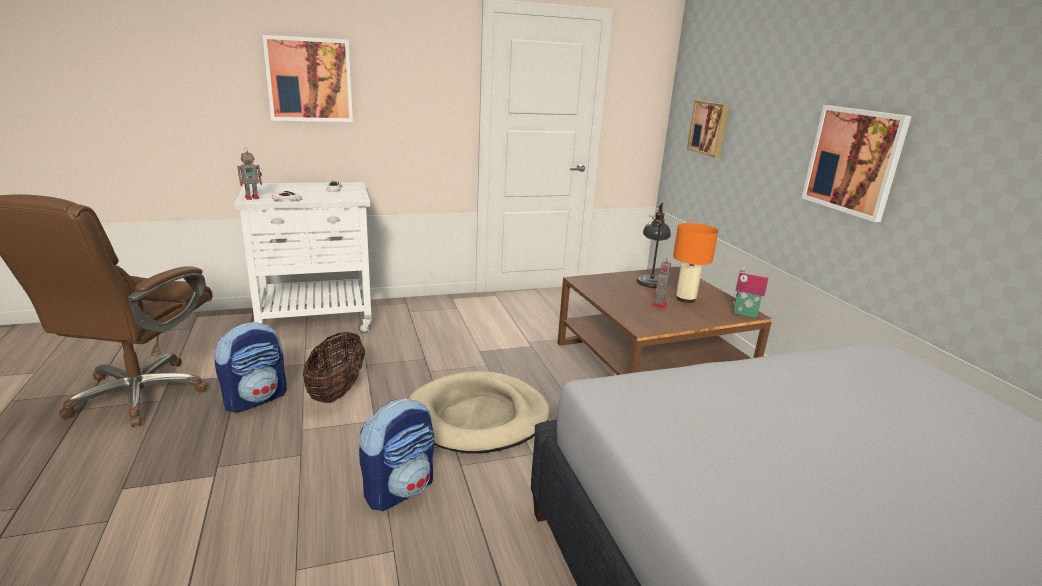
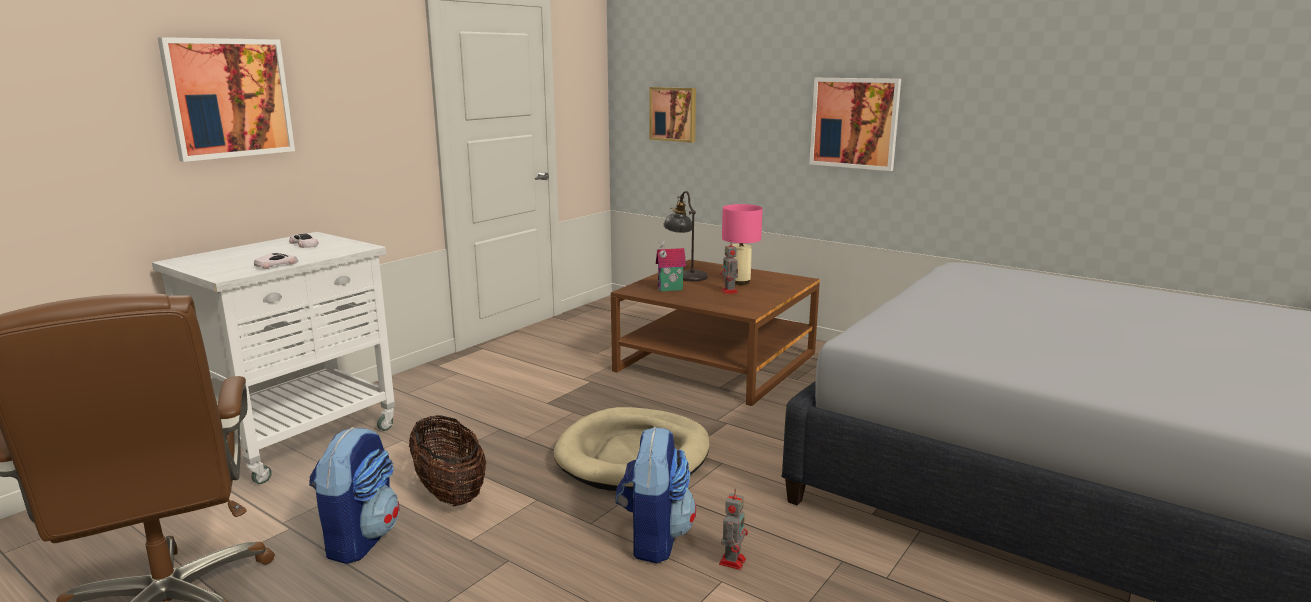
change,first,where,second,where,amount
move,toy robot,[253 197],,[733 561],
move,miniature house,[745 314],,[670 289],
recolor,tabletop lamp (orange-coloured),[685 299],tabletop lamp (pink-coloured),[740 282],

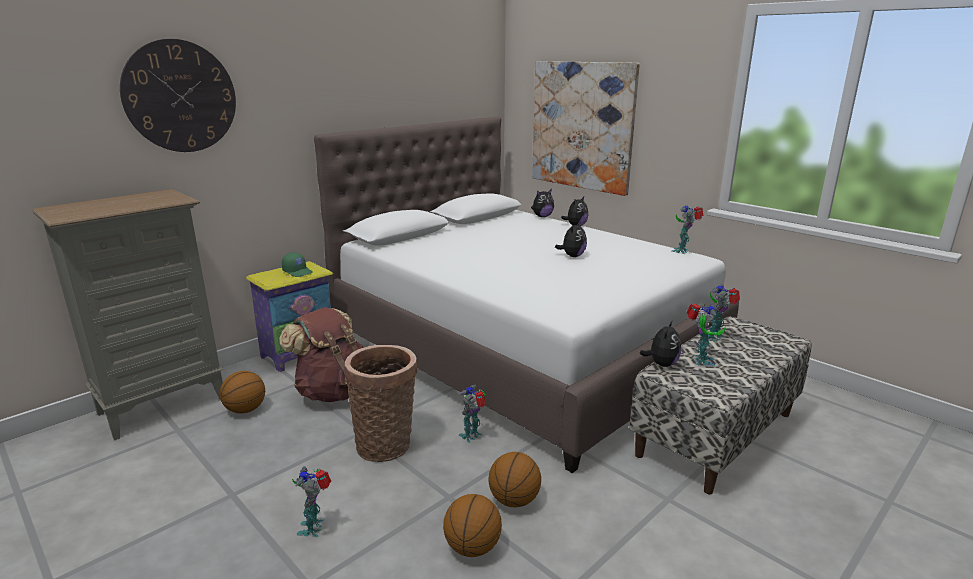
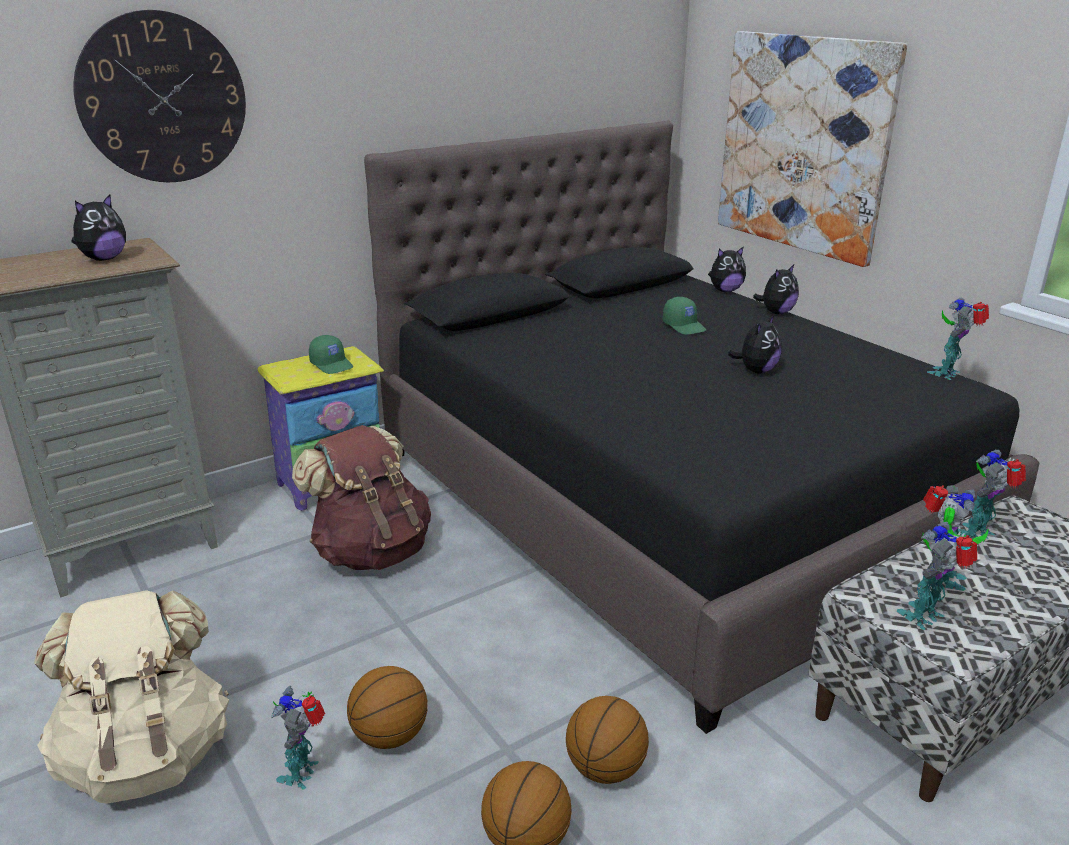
change,first,where,second,where,amount
delete,storage basket,[386 443],,,
insert,,,knapsack (sand-coloured),[148 756],
insert,,,peaked cap (green-coloured),[684 326],
move,ball for basketball,[245 410],,[389 736],
move,toy robot,[472 436],,[925 616],
move,cuddly toy,[661 364],,[103 259],
recolor,sleeping bed (whitish),[521 347],sleeping bed (blackish),[667 501],

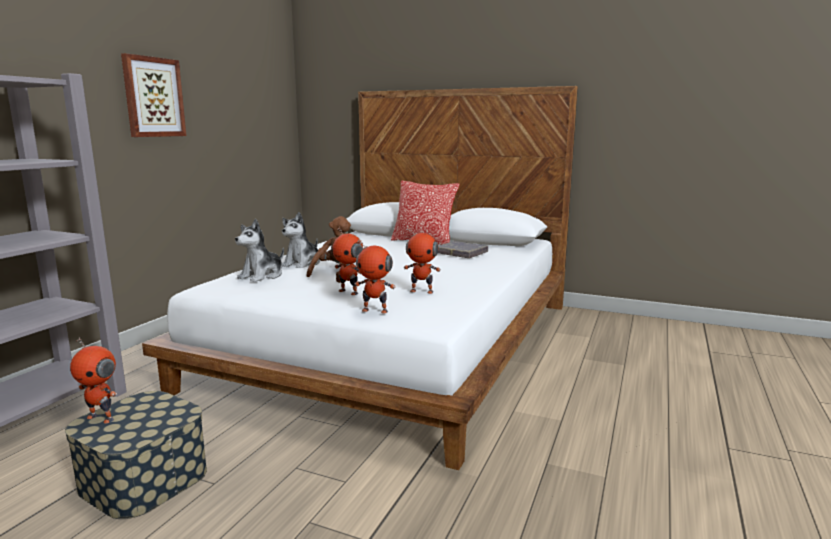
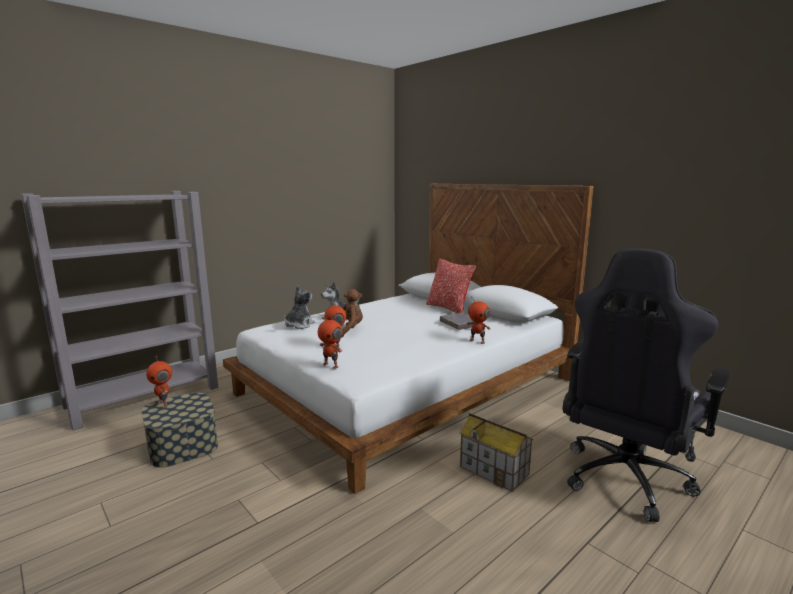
change,first,where,second,where,amount
delete,wall art,[153 97],,,
insert,,,miniature house,[494 470],
insert,,,desk chair (blackish),[626 475],
move,toy robot,[422 291],,[477 341],
rotate,cuddly toy,[262 276],,[299 325],150 degrees clockwise

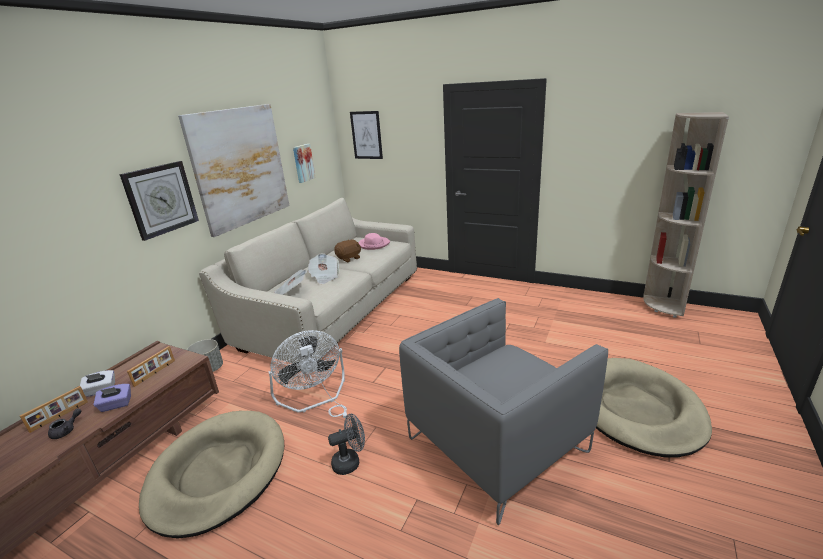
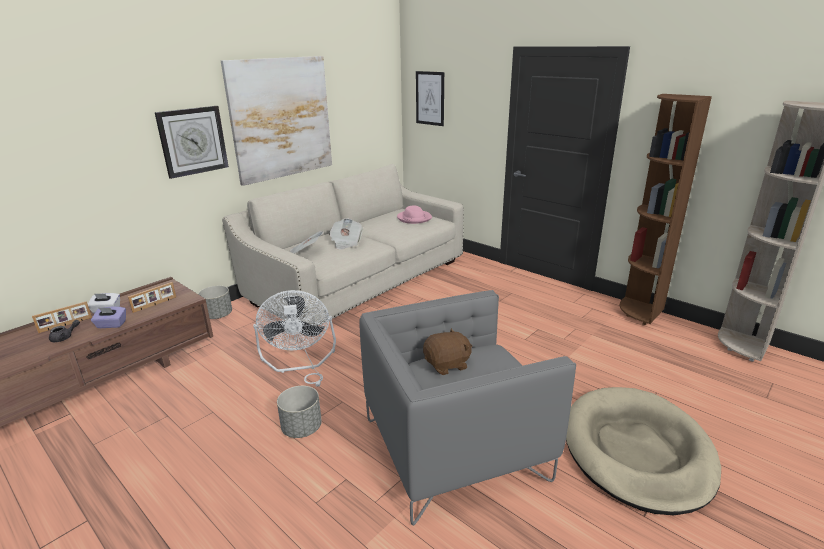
change,first,where,second,where,amount
delete,dog cushion (sand-coloured),[218 473],,,
delete,wall art,[303 163],,,
insert,,,shelving unit (brownish),[638 315],
move,cuddly toy (brownish),[349 258],,[447 365],
replace,cooling fan (greyish),[350 462],planter (greyish),[301 428],

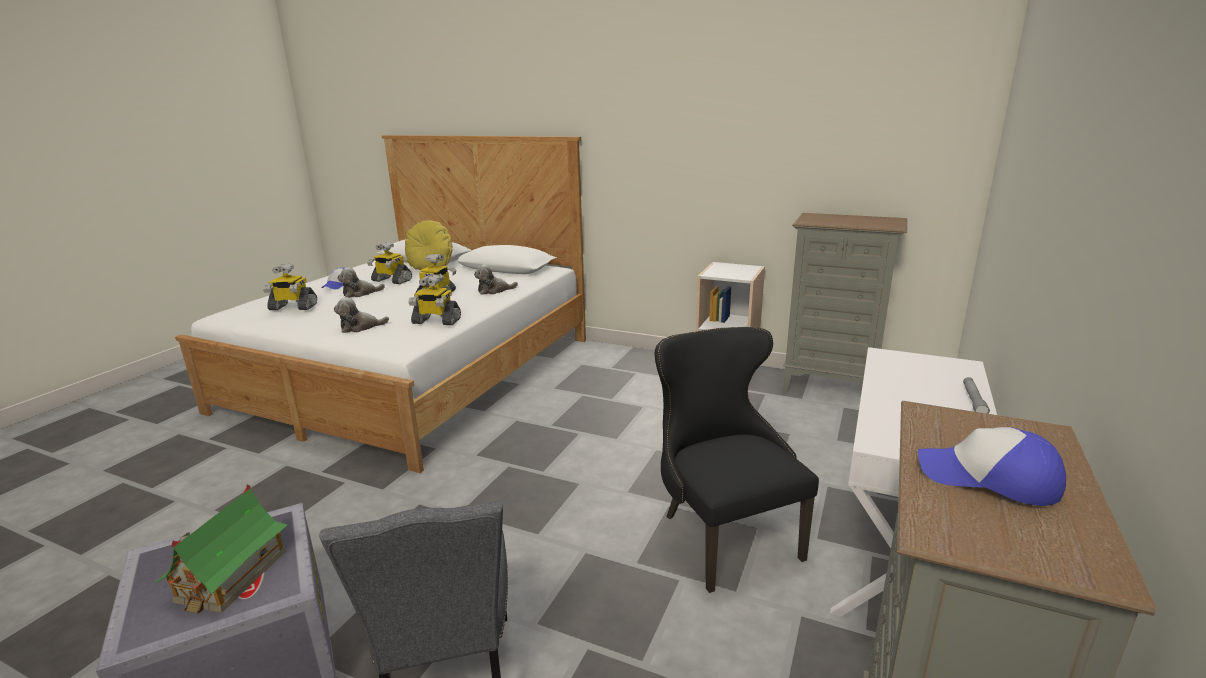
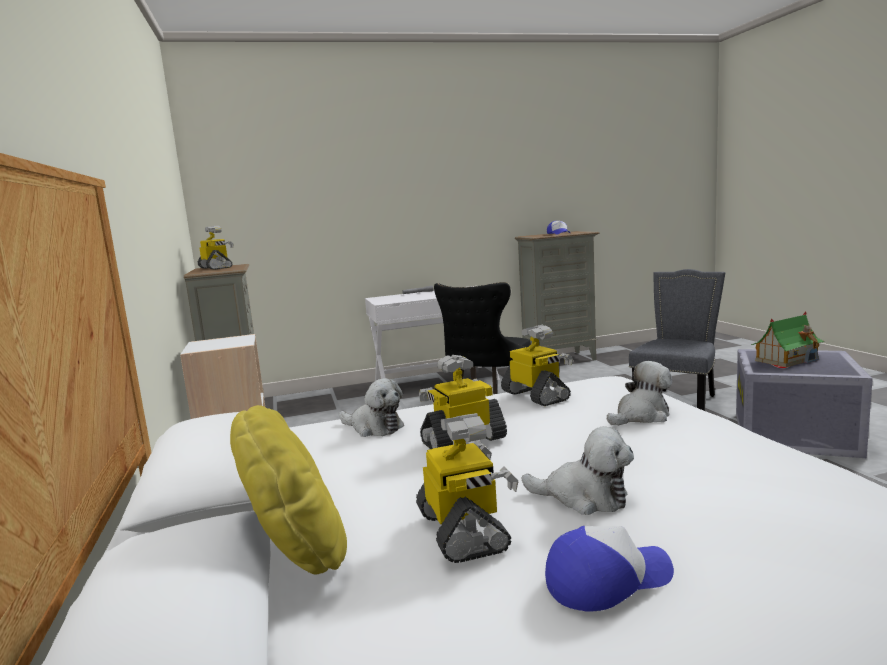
change,first,where,second,where,amount
move,toy robot,[292 307],,[216 268],
rotate,cuddly toy,[360 327],,[641 416],60 degrees counterclockwise

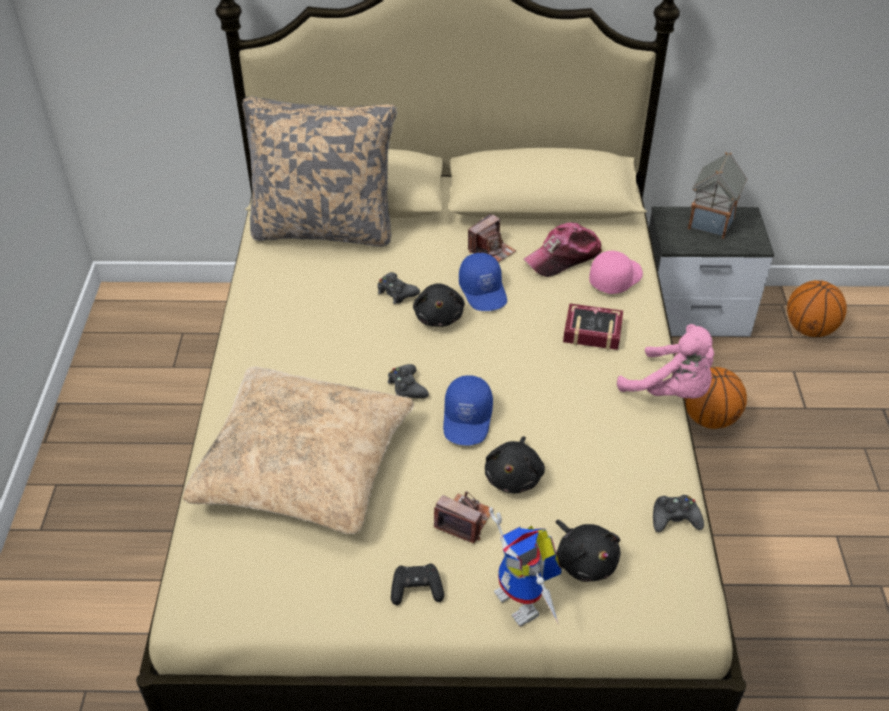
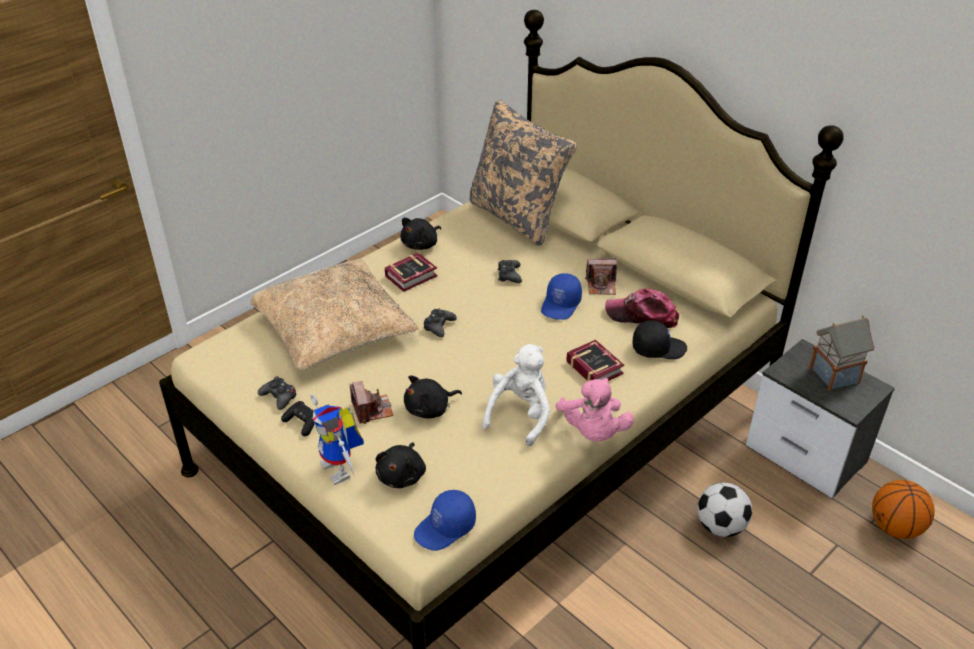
change,first,where,second,where,amount
insert,,,book,[413 276],
insert,,,cuddly toy (whitish),[520 415],
move,cuddly toy (blackish),[439 316],,[421 244],
move,peaked cap (bluish),[468 419],,[445 528],
move,game controller (blackish),[675 518],,[279 397],
replace,ball for basketball,[709 418],ball for football,[720 526],
recolor,peaked cap (pink-coloured),[615 278],peaked cap (blackish),[658 348],
rotate,toy robot,[525 603],,[342 470],45 degrees counterclockwise

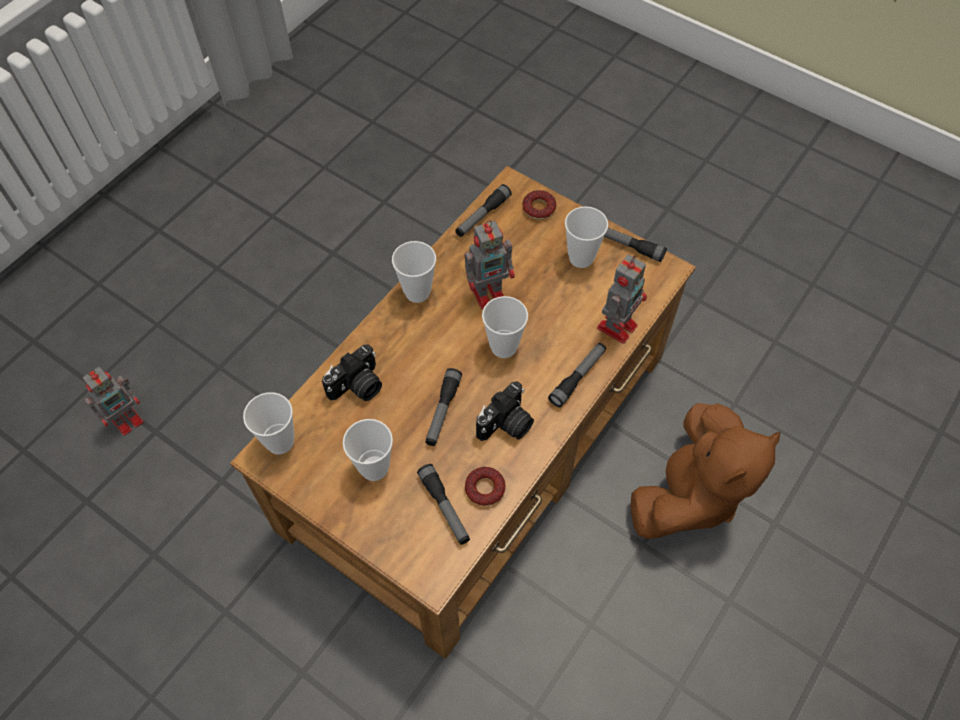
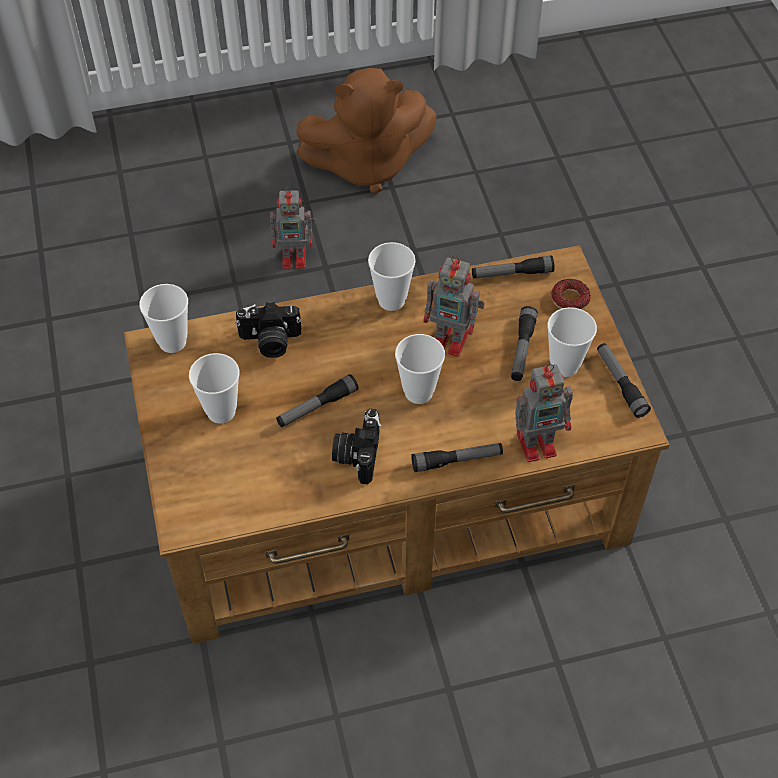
change,first,where,second,where,amount
delete,doughnut,[485 488],,,
move,toy robot,[128 418],,[296 258],
move,torch,[444 507],,[522 349],
move,cuddly toy (brownish),[689 494],,[366 165],
rotate,photo camera,[506 425],,[357 455],105 degrees clockwise

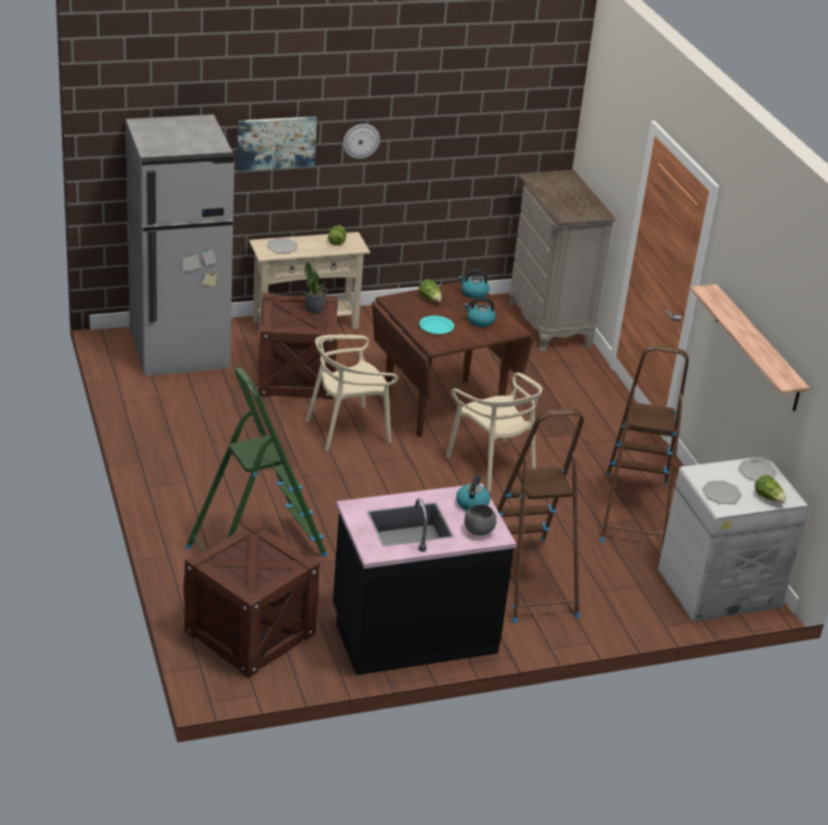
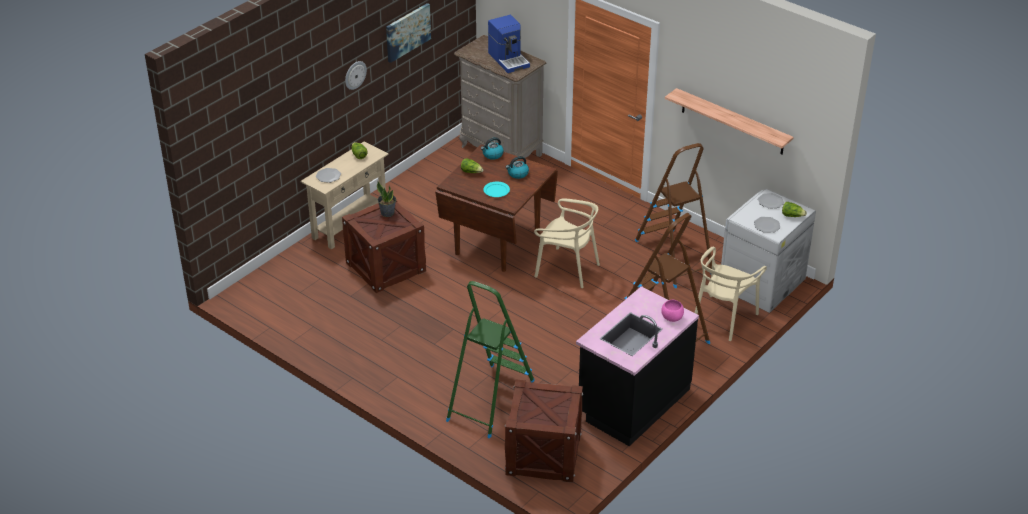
change,first,where,second,where,amount
delete,kitchen fridge (greyish),[180 347],,,
delete,tea kettle,[472 503],,,
insert,,,coffee maker,[509 59],
move,wall art,[276 142],,[407 32],
move,upright chair (sand-coloured),[348 429],,[723 318],
recolor,deep dish (greyish),[479 531],deep dish (pink-coloured),[672 318],

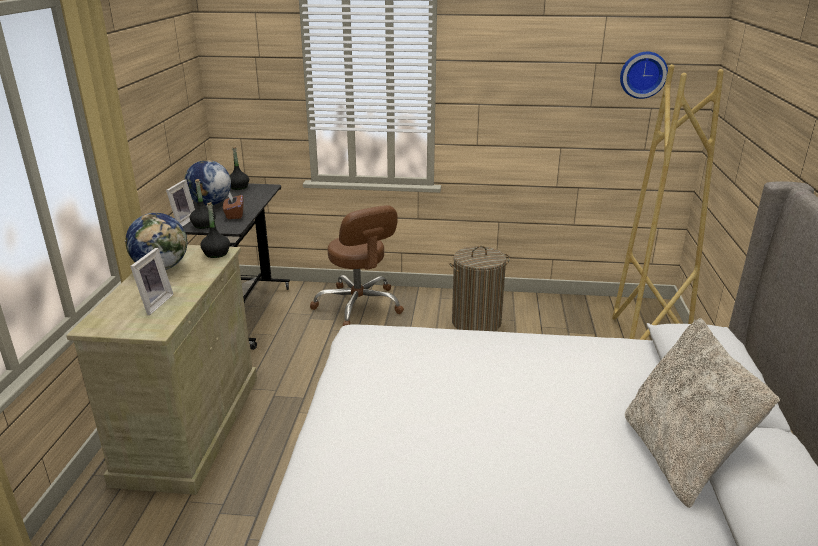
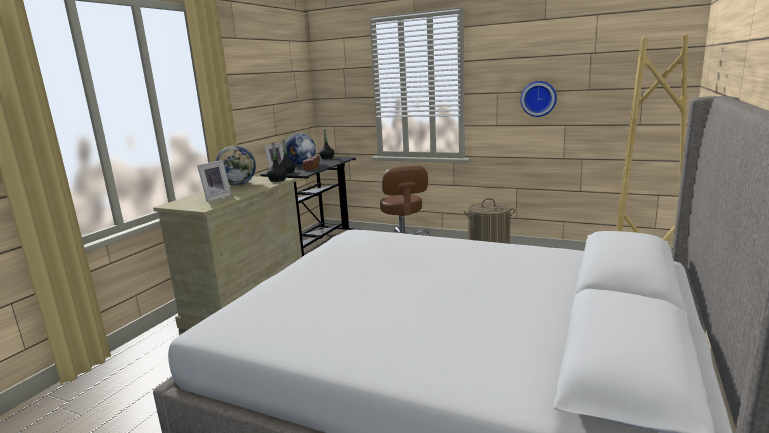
change,first,where,second,where,amount
delete,cushion (sand-coloured),[679 455],,,
move,clock on the wall,[642 74],,[538 98],

